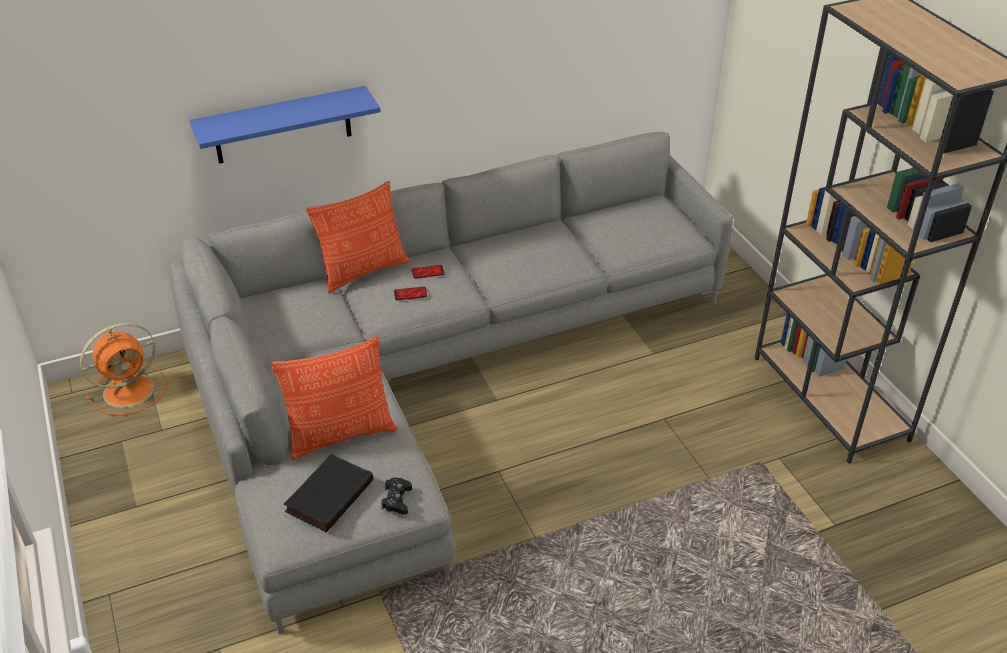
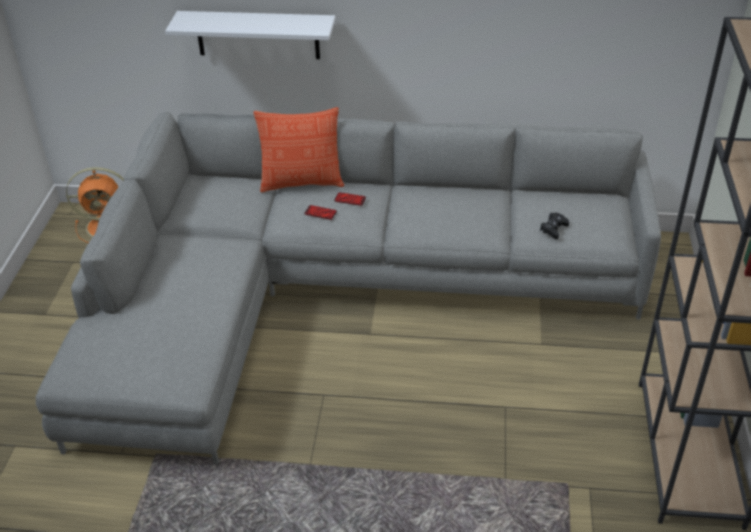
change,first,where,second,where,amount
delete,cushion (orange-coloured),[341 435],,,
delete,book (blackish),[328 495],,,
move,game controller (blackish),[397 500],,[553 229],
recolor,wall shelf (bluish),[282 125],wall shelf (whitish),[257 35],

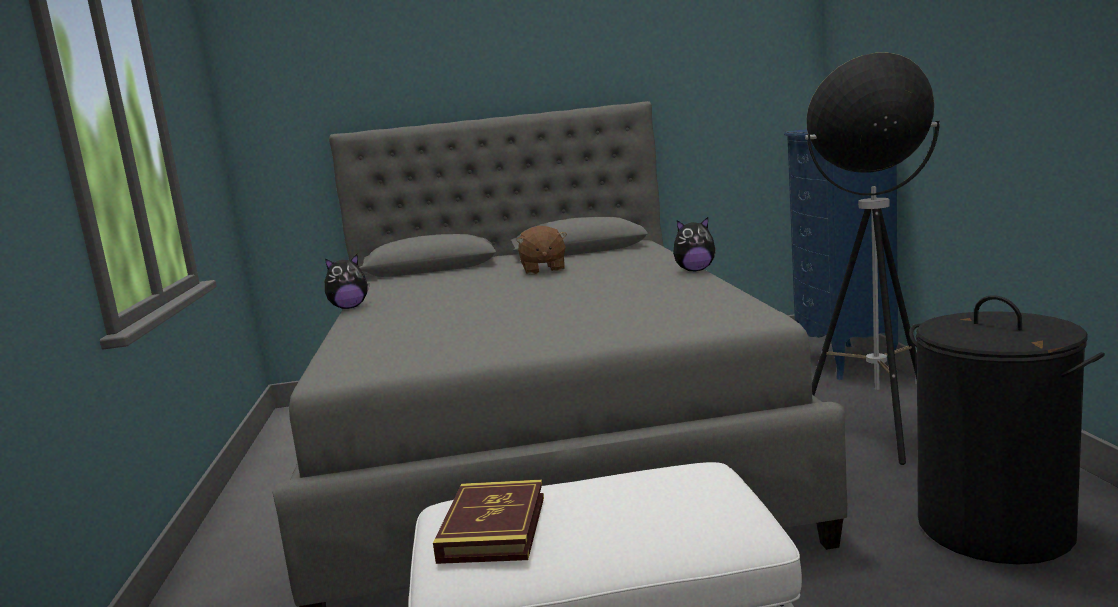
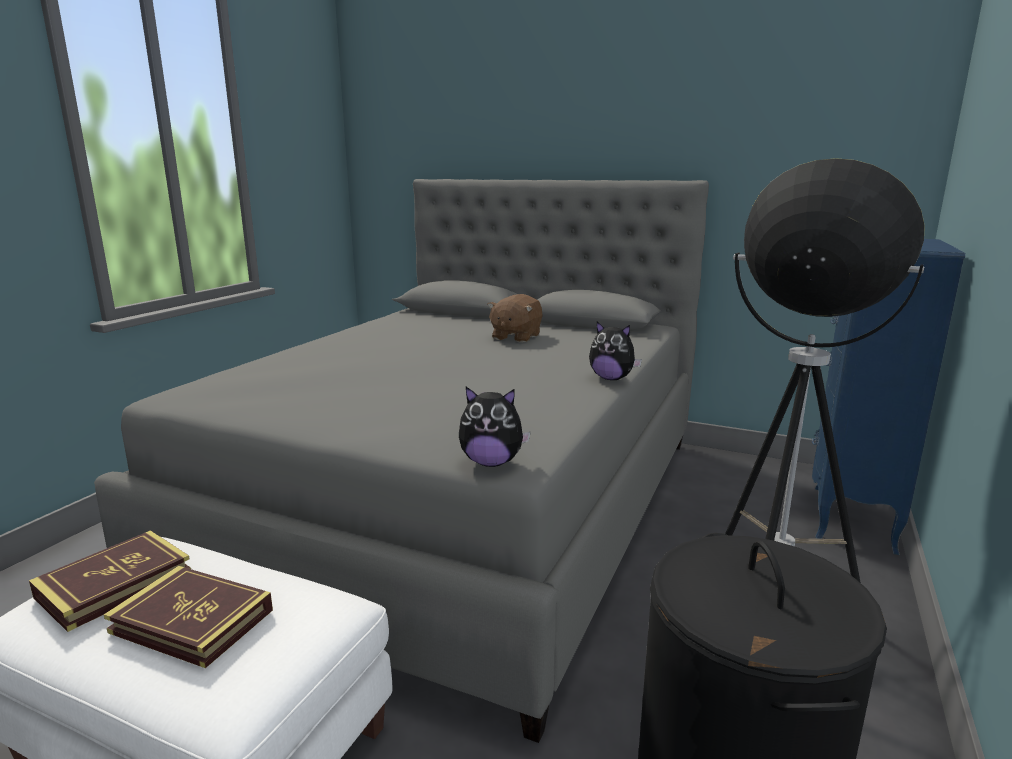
change,first,where,second,where,amount
insert,,,book,[192 621],
move,cuddly toy,[349 308],,[491 462],

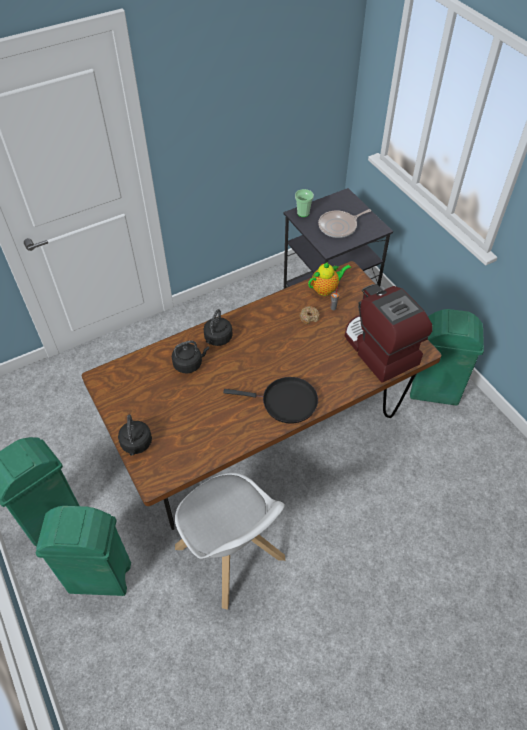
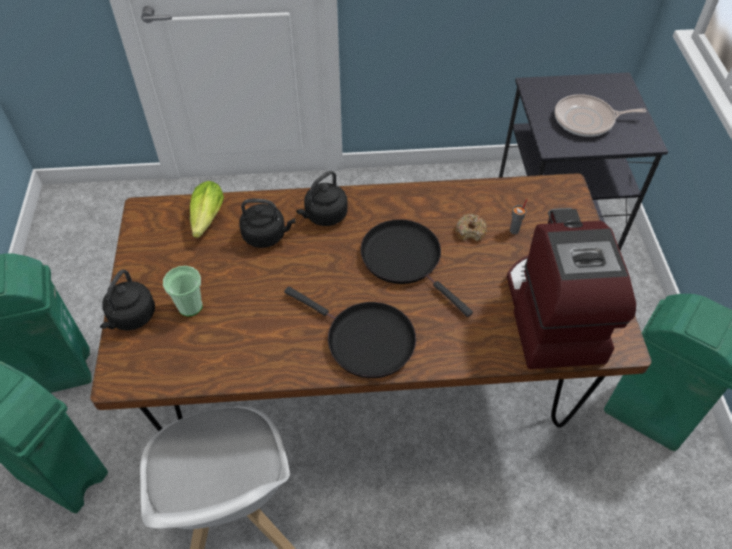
change,first,where,second,where,amount
delete,tea pot,[326 289],,,
insert,,,lettuce head,[206 221],
insert,,,skillet (blackish),[405 259],
move,cup,[303 213],,[190 306],

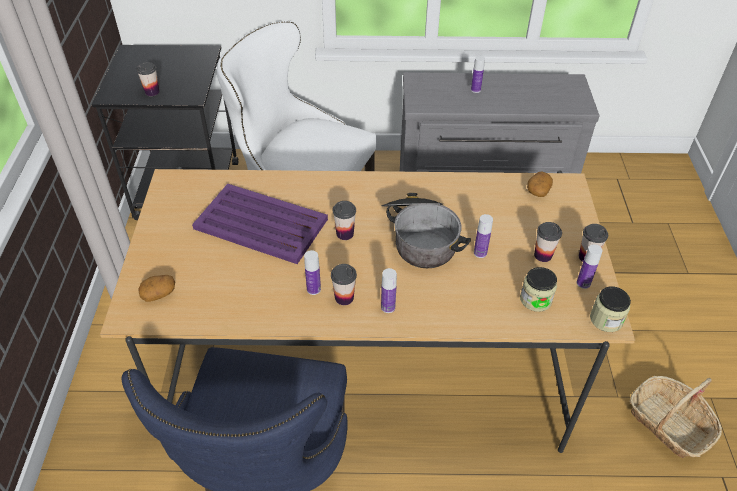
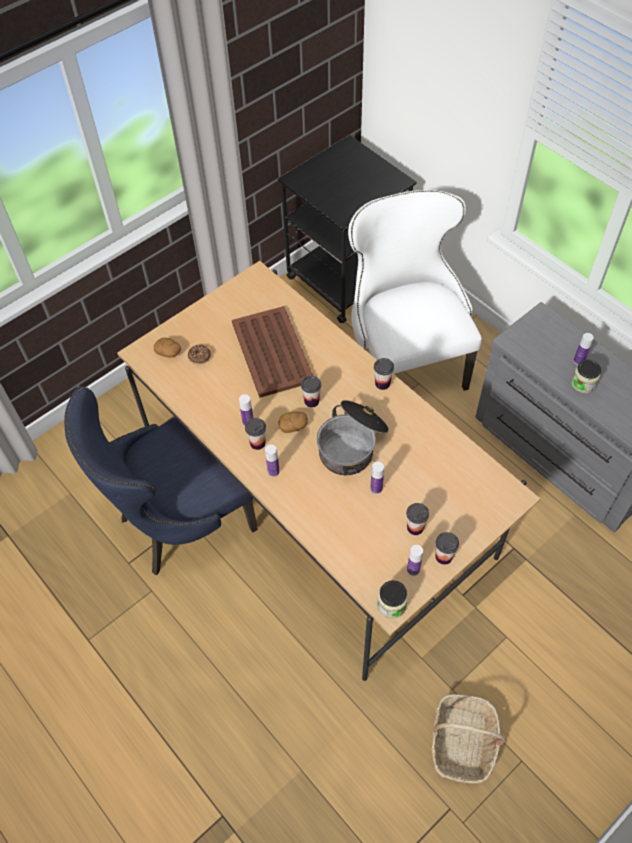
change,first,where,second,where,amount
insert,,,doughnut,[199 357],
move,cup,[152 92],,[382 383],
move,storage jar,[535 299],,[583 383],
move,whole potato,[538 190],,[293 426],
recolor,tray (purple-coloured),[260 223],tray (brownish),[272 351],

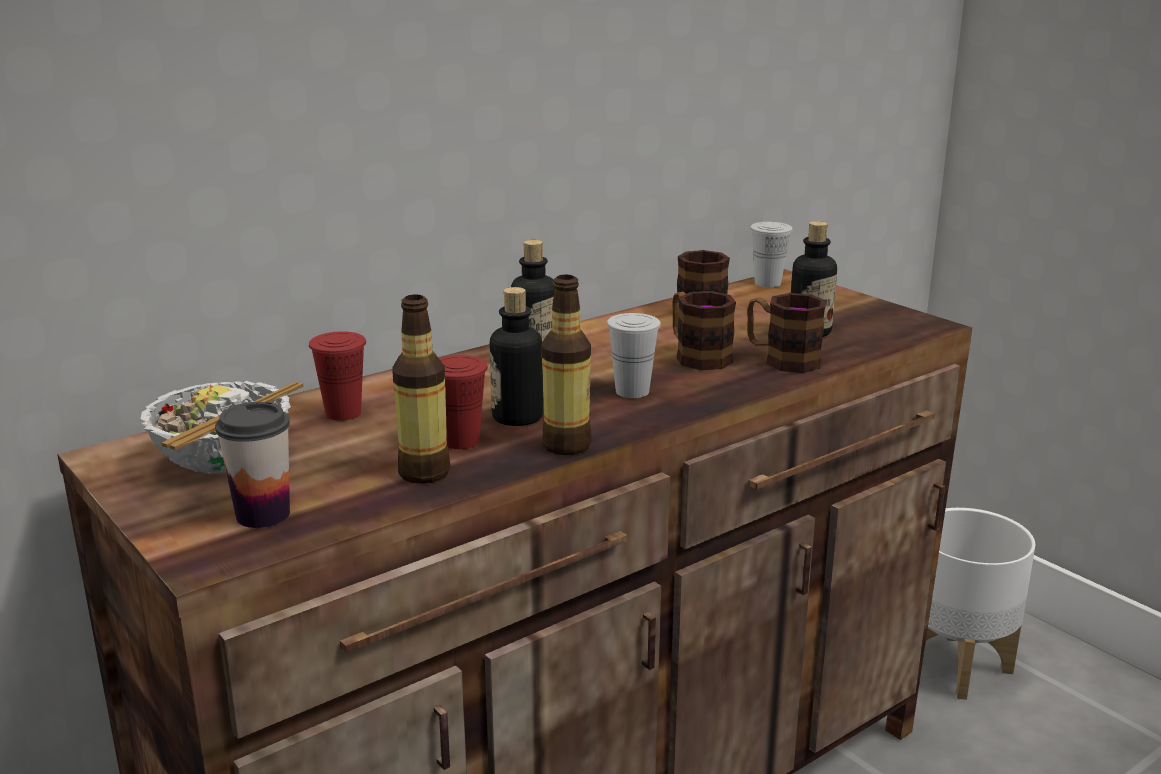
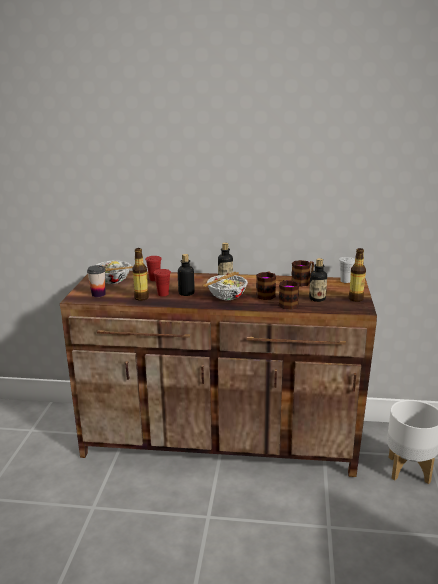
change,first,where,second,where,amount
move,beverage bottle,[566 445],,[355 299],
replace,cup (whitish),[632 391],deep dish,[226 297],

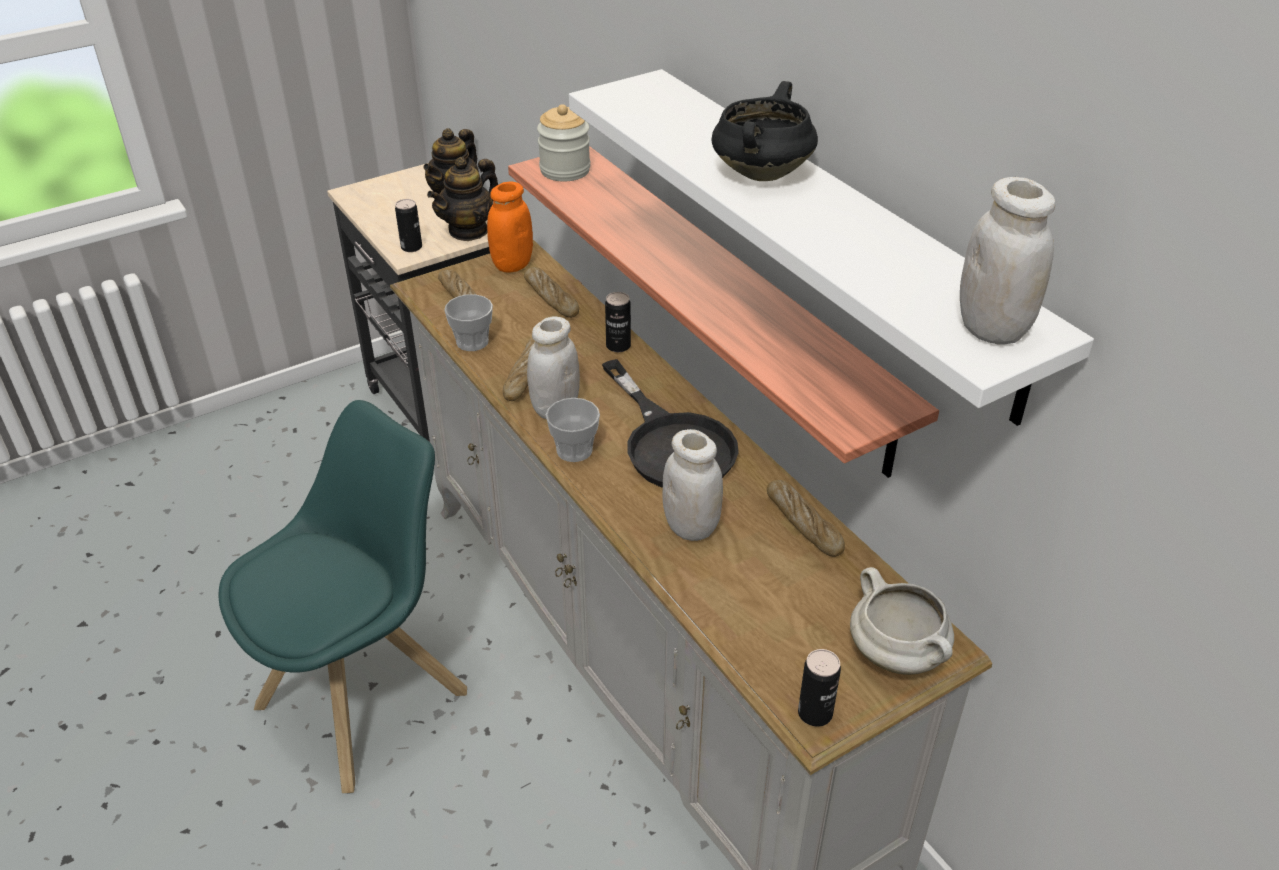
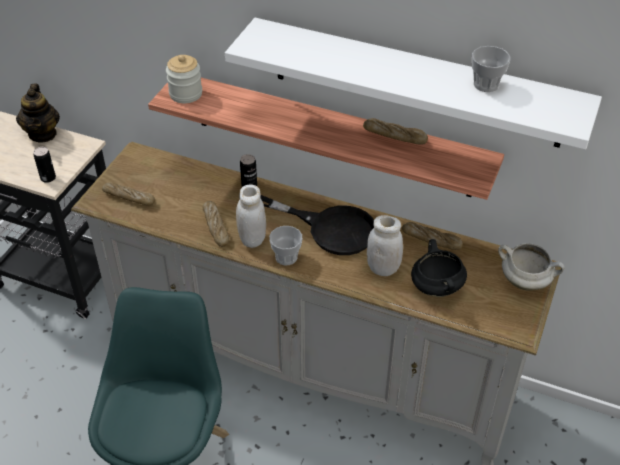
change,first,where,second,where,amount
delete,tea pot,[469 230],,,
delete,storage jar (orange-coloured),[512 264],,,
delete,metal can,[815 713],,,
delete,storage jar (whitish),[992 329],,,
move,cup,[472 342],,[486 84],
move,bread,[551 298],,[394 136],
move,cooking pot (blackish),[761 173],,[435 287],

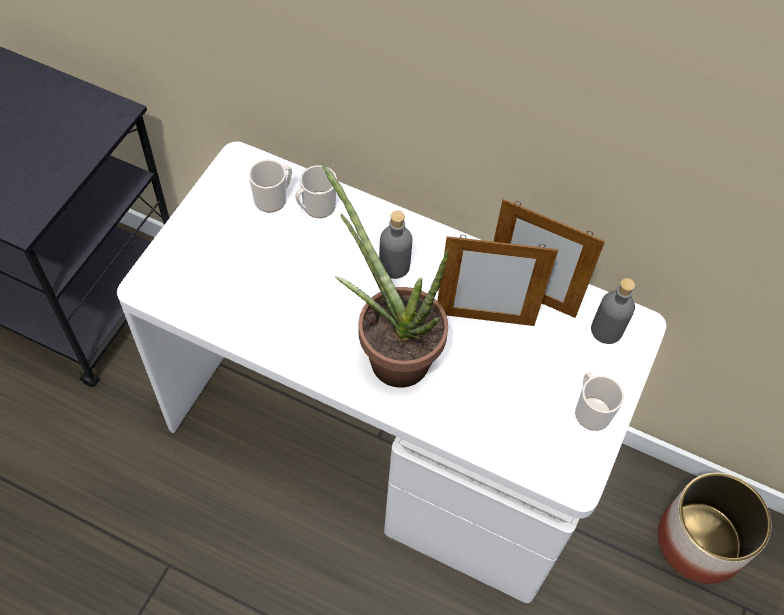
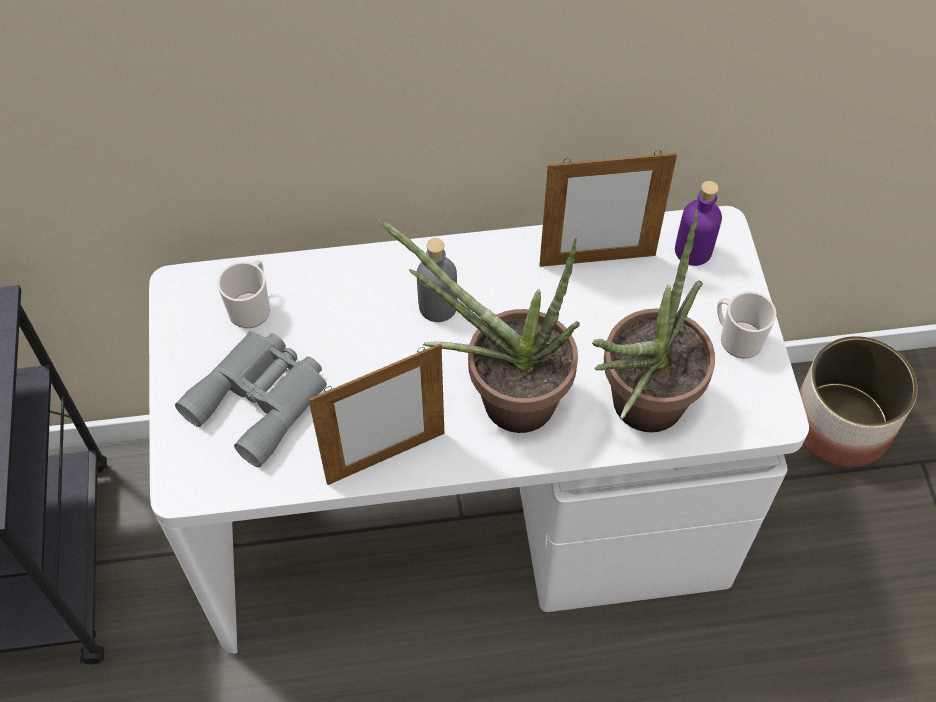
change,first,where,second,where,amount
delete,coffee mug,[316 207],,,
insert,,,binoculars (greyish),[261 398],
insert,,,potted plant,[637 412],
move,picture frame,[484 319],,[386 458],
recolor,beverage bottle (greyish),[606 330],beverage bottle (purple-coloured),[693 250],

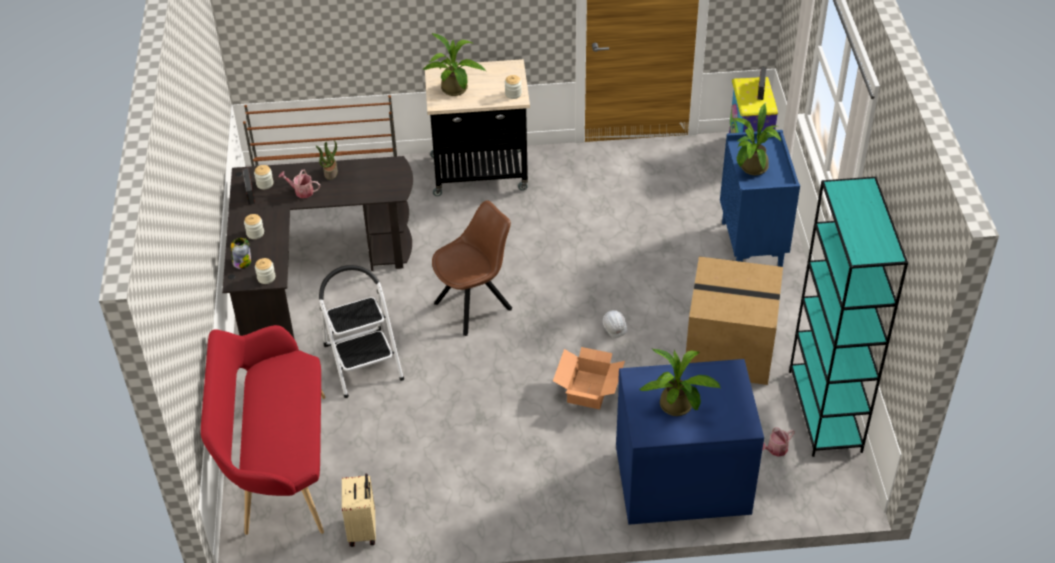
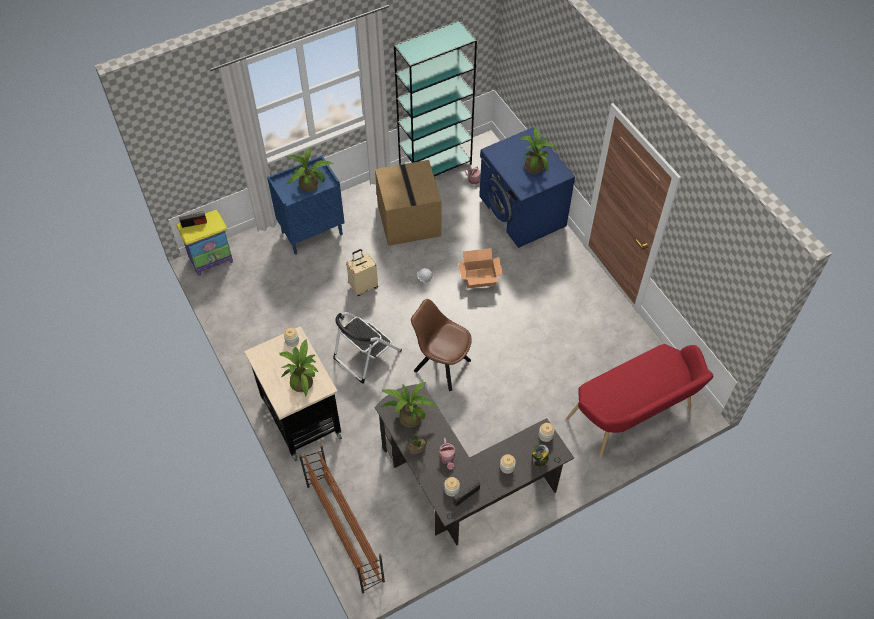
change,first,where,second,where,amount
insert,,,potted plant,[408 416],
move,step stool,[362 360],,[365 355],
move,suitcase (sand-coloured),[363 530],,[363 286],

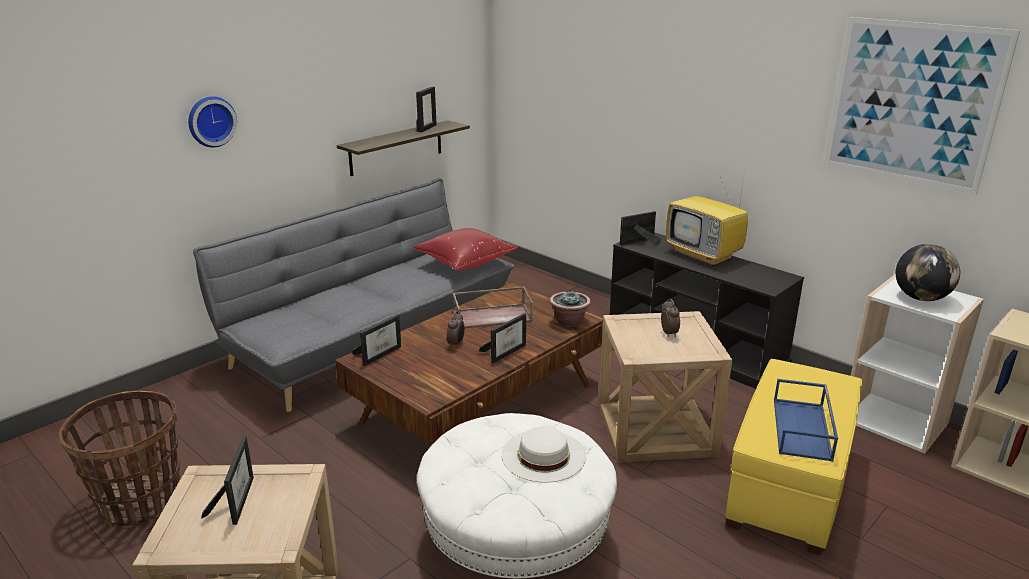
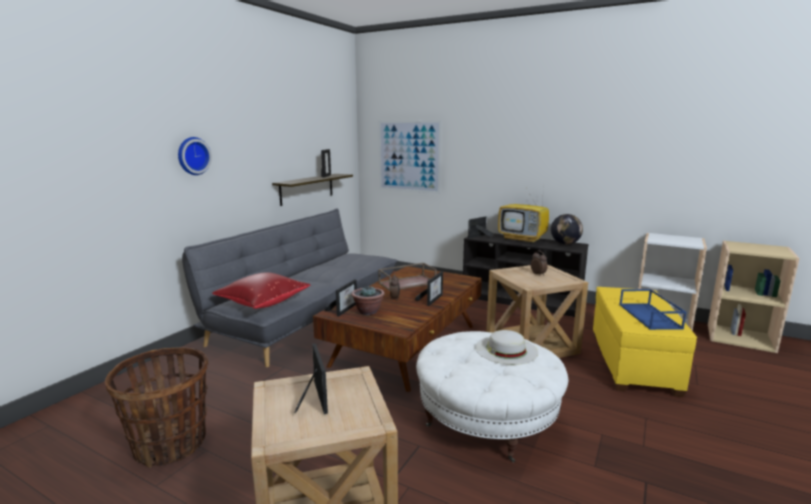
change,first,where,second,where,amount
move,cushion (red),[465 262],,[262 303],
move,potted plant,[569 322],,[368 311],
move,wall art,[912 103],,[409 156],
move,globe,[921 298],,[565 244],

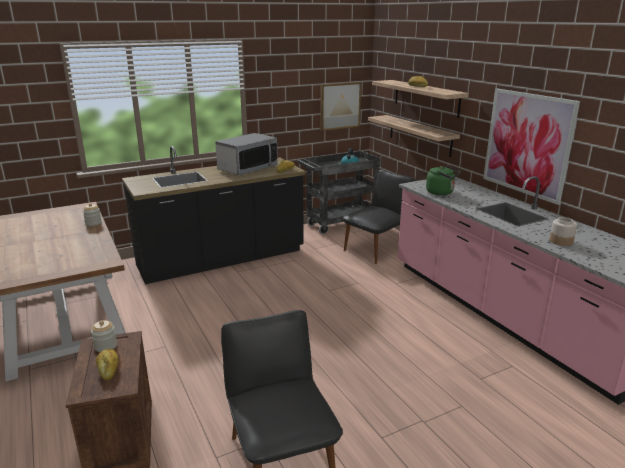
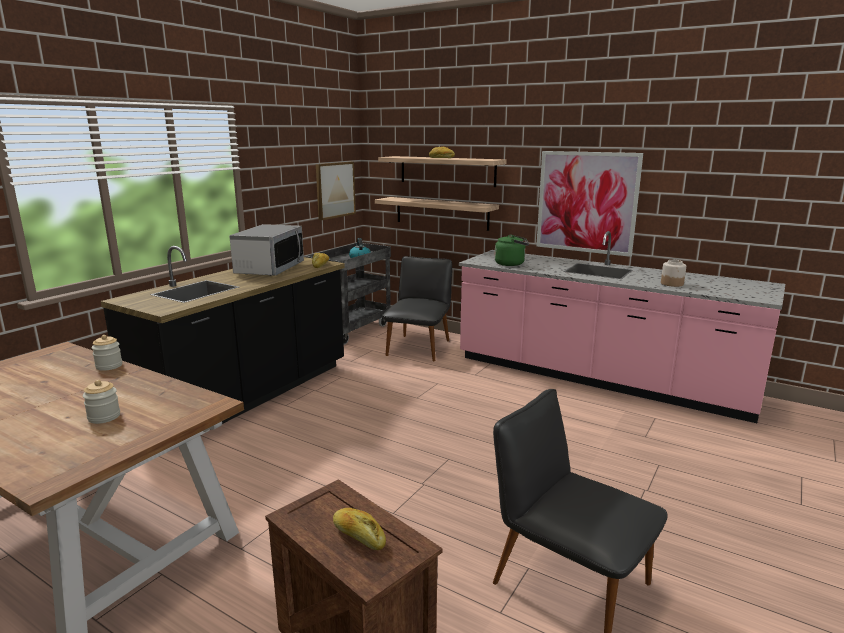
change,first,where,second,where,amount
move,storage jar,[105 346],,[104 417],

